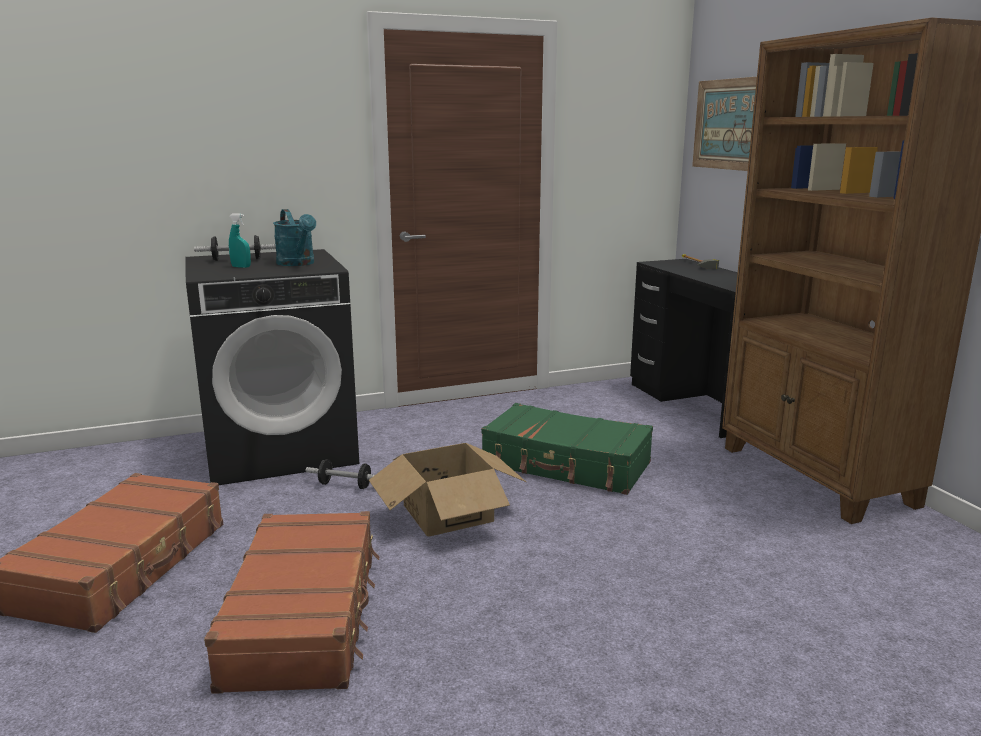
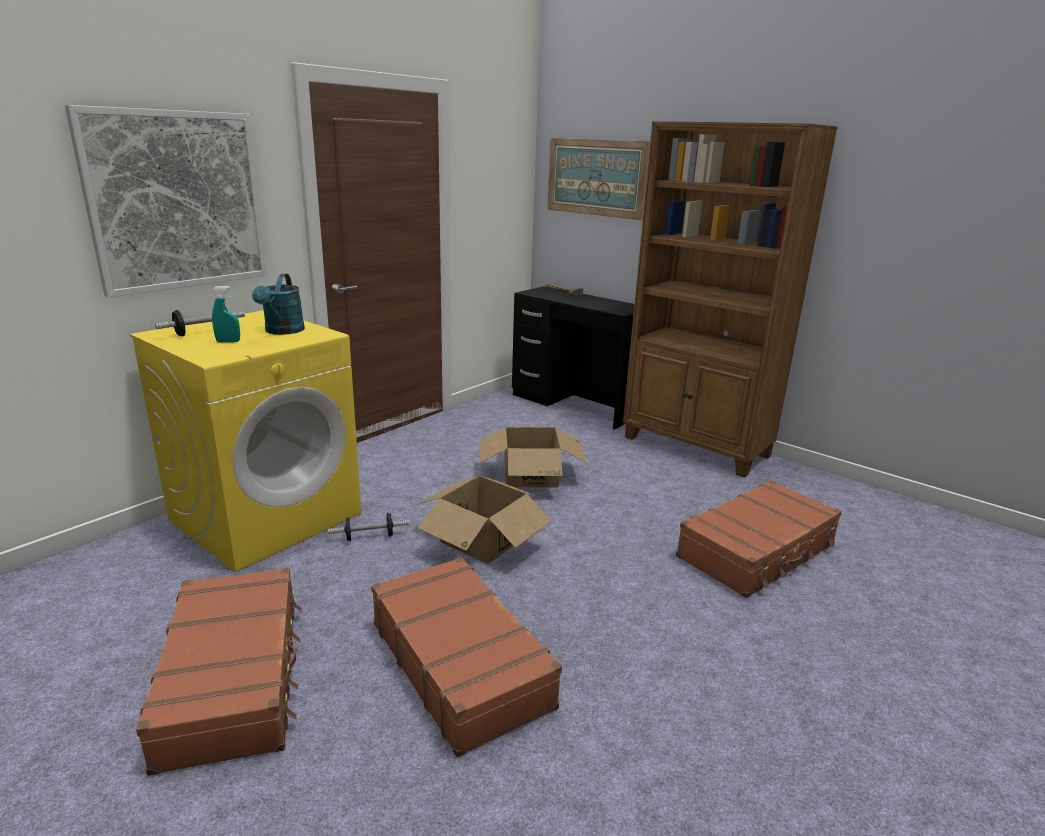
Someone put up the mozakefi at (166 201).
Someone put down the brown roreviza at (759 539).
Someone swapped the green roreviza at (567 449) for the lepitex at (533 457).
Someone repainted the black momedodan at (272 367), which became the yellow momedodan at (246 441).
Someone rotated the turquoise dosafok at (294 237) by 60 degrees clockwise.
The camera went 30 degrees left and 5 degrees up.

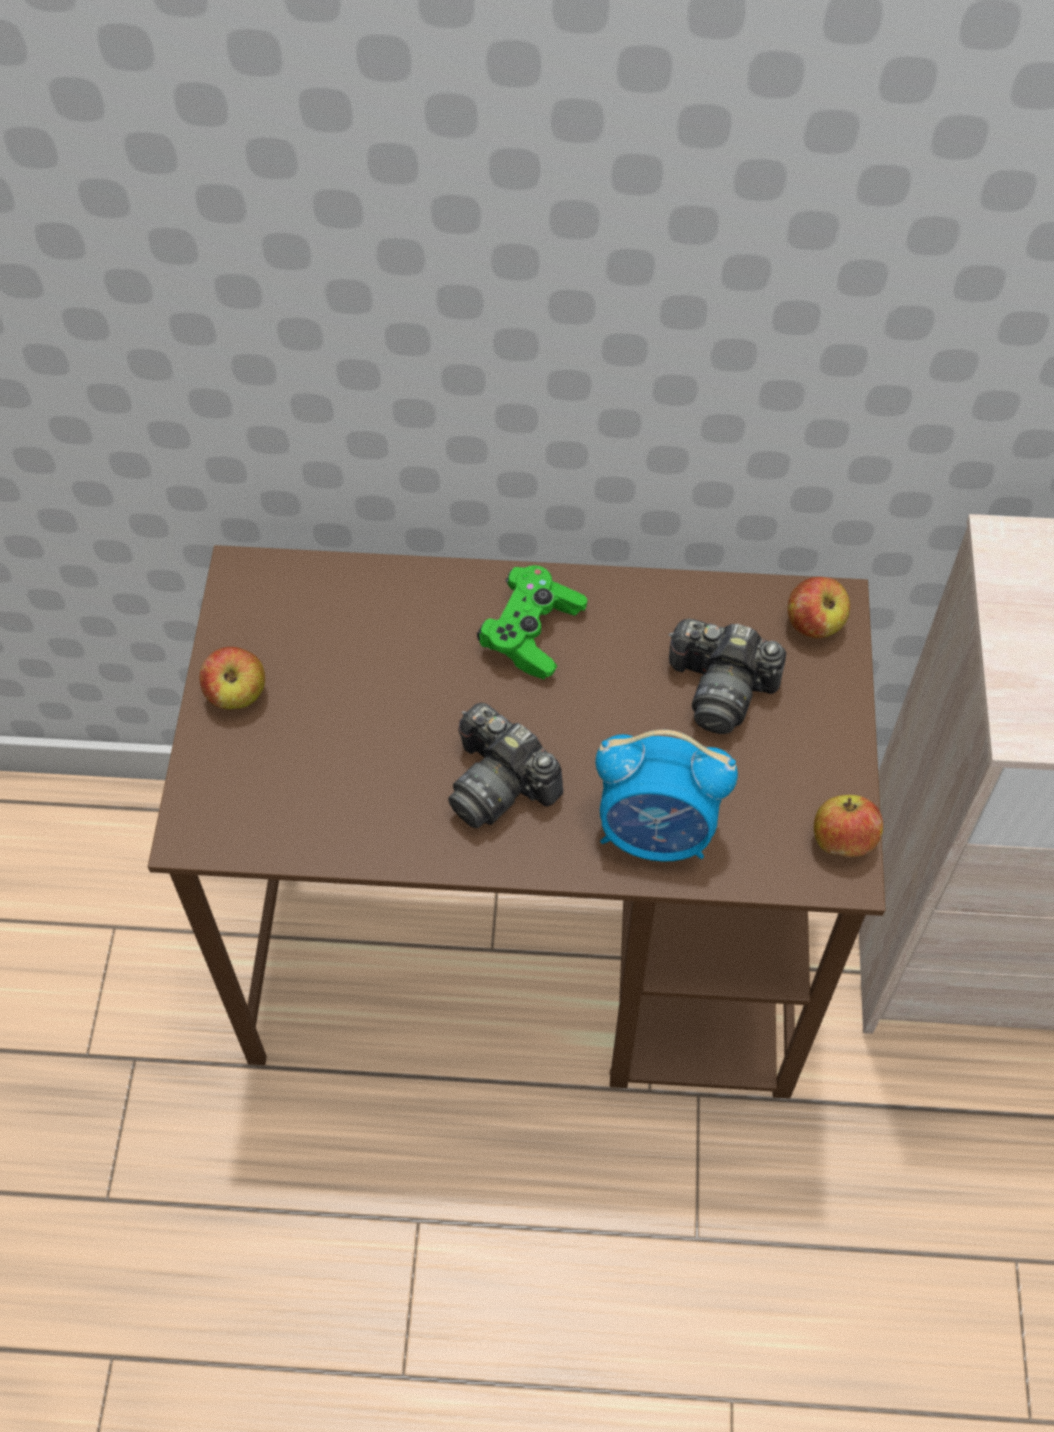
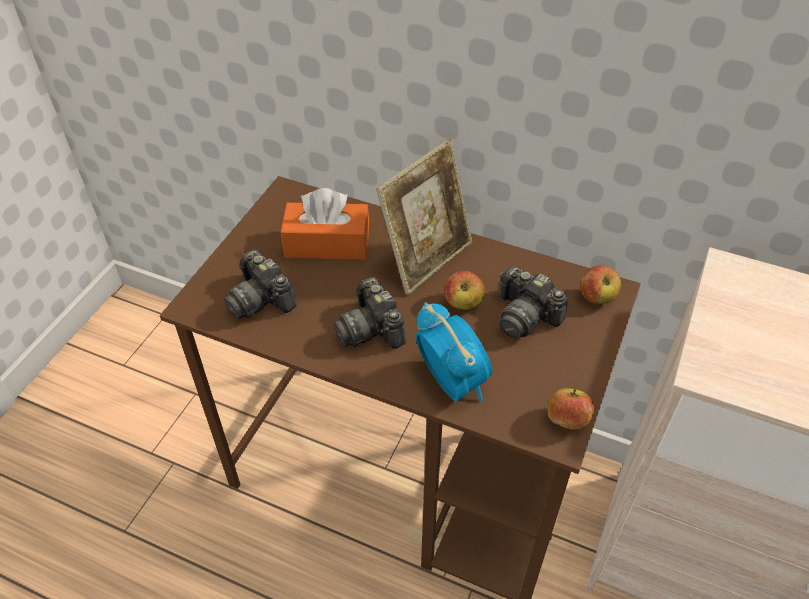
Someone put down the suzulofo at (260 284).
Someone put down the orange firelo at (325 223).
Someone carried the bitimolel from (232 678) to (464 290).
Someone swapped the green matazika at (532 622) for the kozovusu at (424 217).
Someone rotated the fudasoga at (666 796) by 150 degrees counterclockwise.
The camera went 20 degrees right and 10 degrees down.

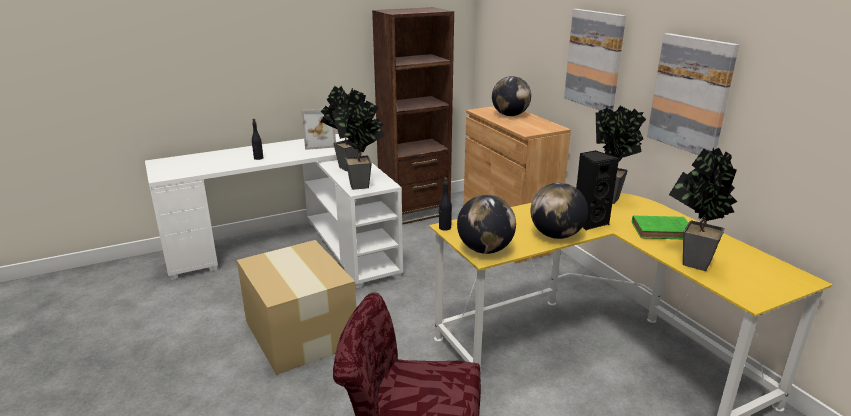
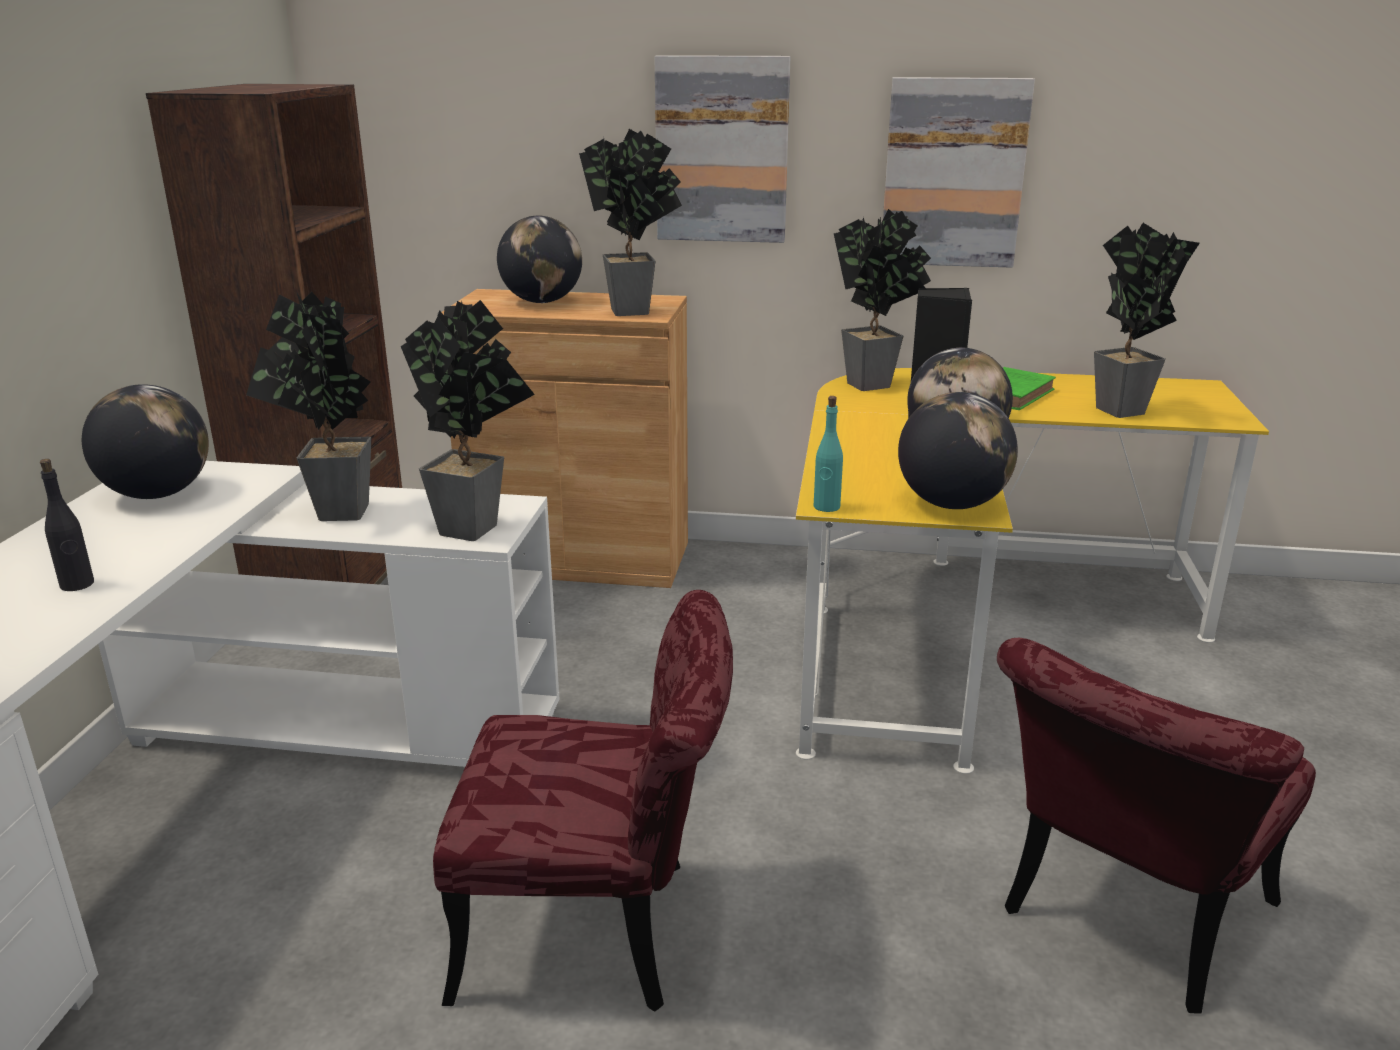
Someone put down the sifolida at (630 222).
Someone swapped the lepitex at (296 307) for the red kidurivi at (583 801).
Someone swapped the kozovusu at (319 129) for the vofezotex at (145 441).
Someone repainted the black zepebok at (445 204), which became the turquoise zepebok at (828 454).
The camera went 55 degrees left and 0 degrees up.

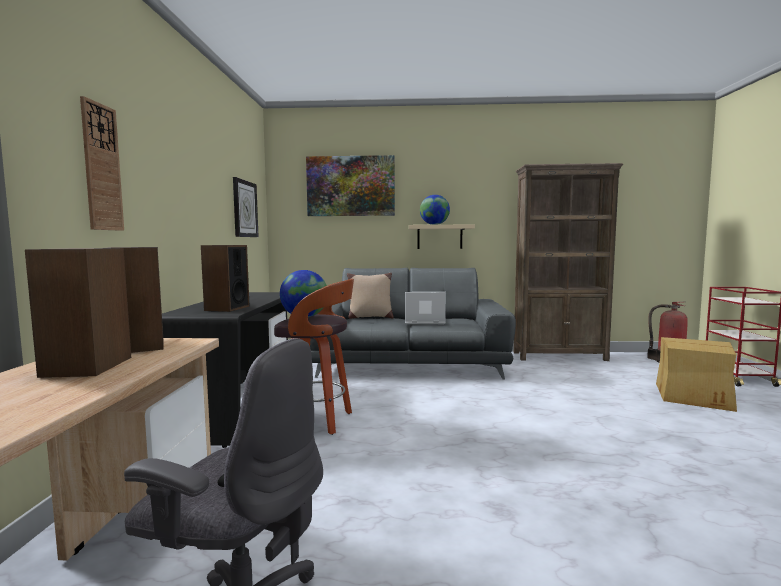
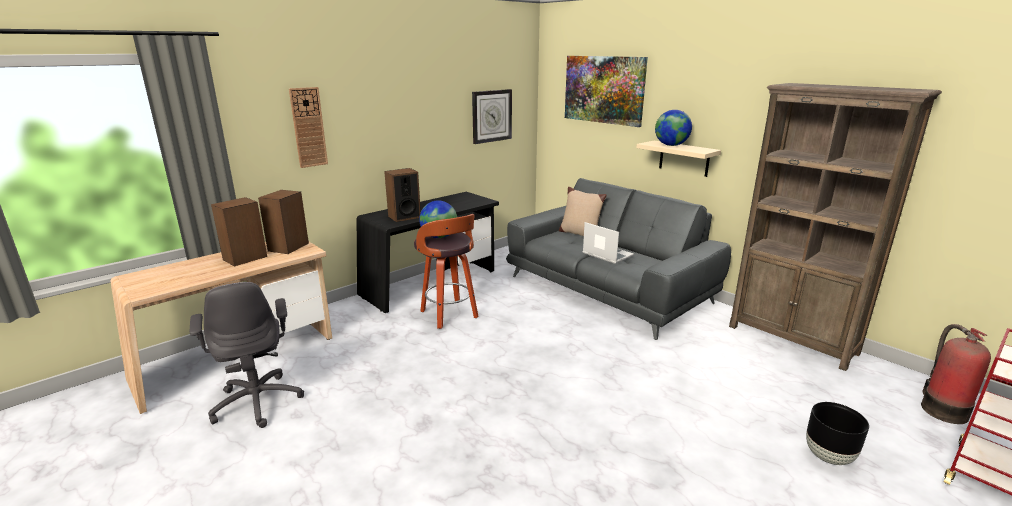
Someone swapped the lepitex at (696 374) for the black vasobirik at (837 433).
The camera went 45 degrees right and 15 degrees up.

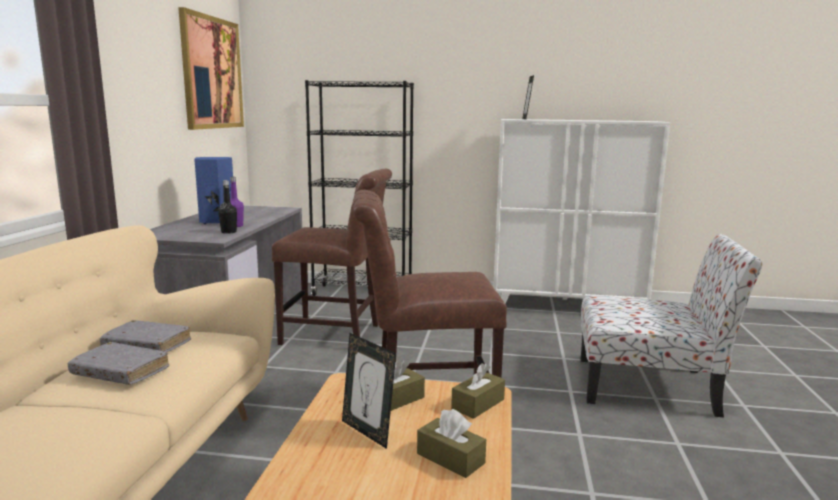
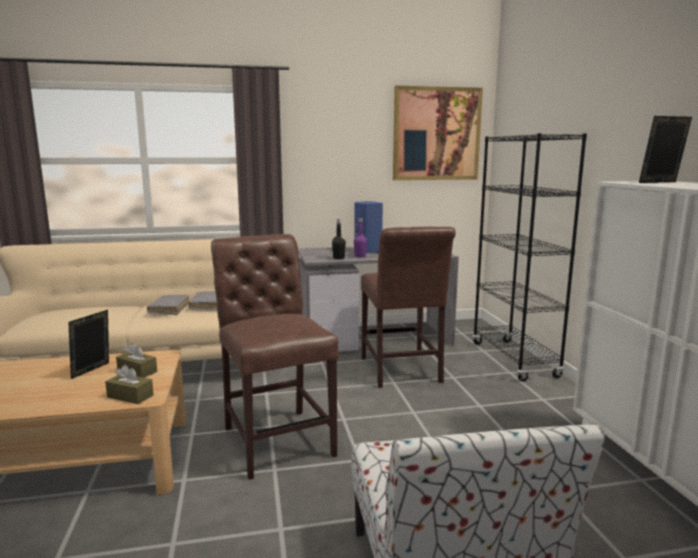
Someone took away the brown firelo at (451 443).
The camera went 70 degrees right and 0 degrees up.

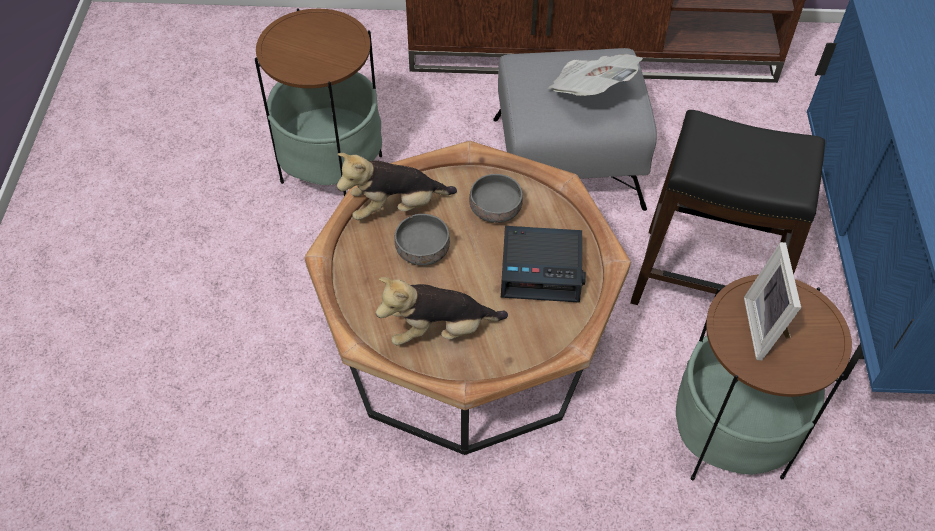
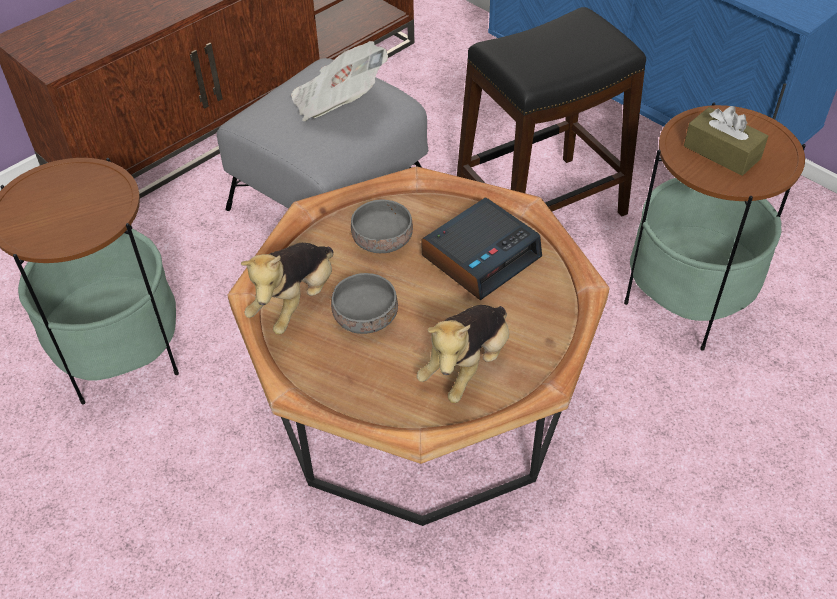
Someone swapped the kozovusu at (772 301) for the brown firelo at (726 141).
The camera went 45 degrees left and 5 degrees down.

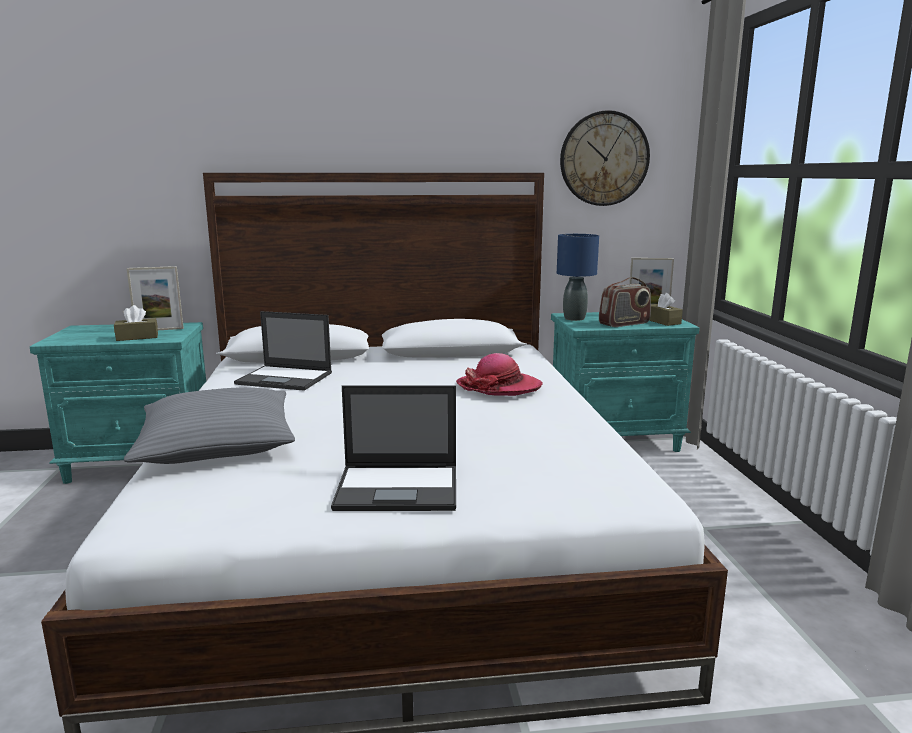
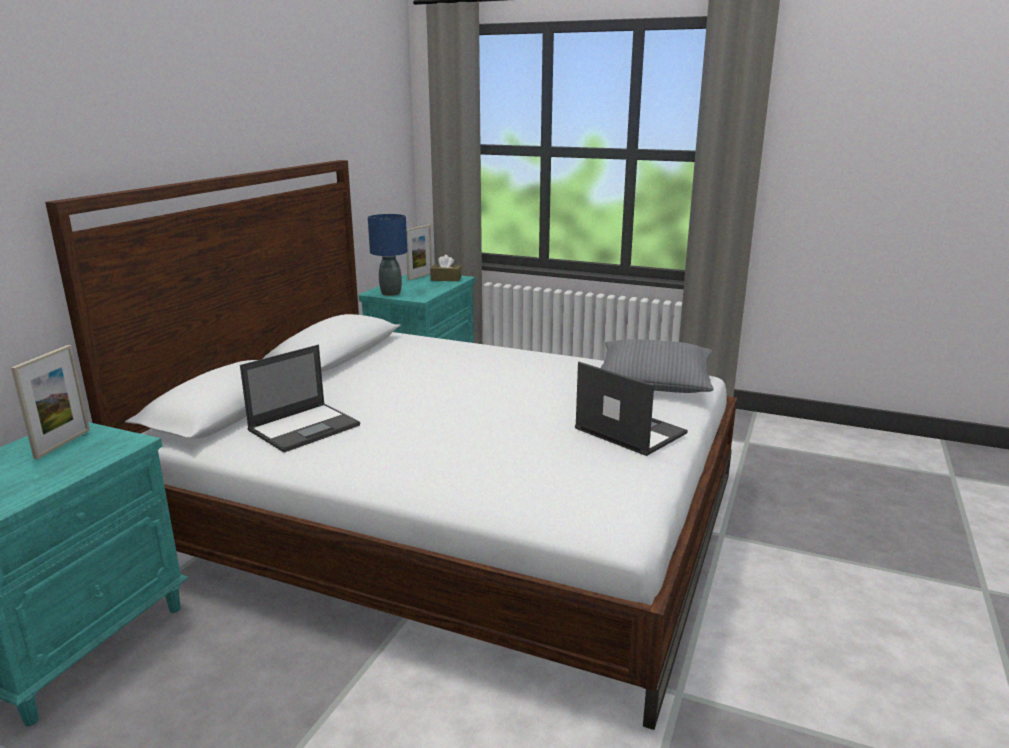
Someone took away the brown firelo at (136 323).
Someone took away the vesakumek at (499 374).
Someone took away the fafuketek at (605 158).
Someone took away the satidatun at (625 302).
Someone carried the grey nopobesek from (209 425) to (657 366).
Someone rotated the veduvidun at (393 448) by 75 degrees counterclockwise.
The camera went 60 degrees left and 5 degrees up.

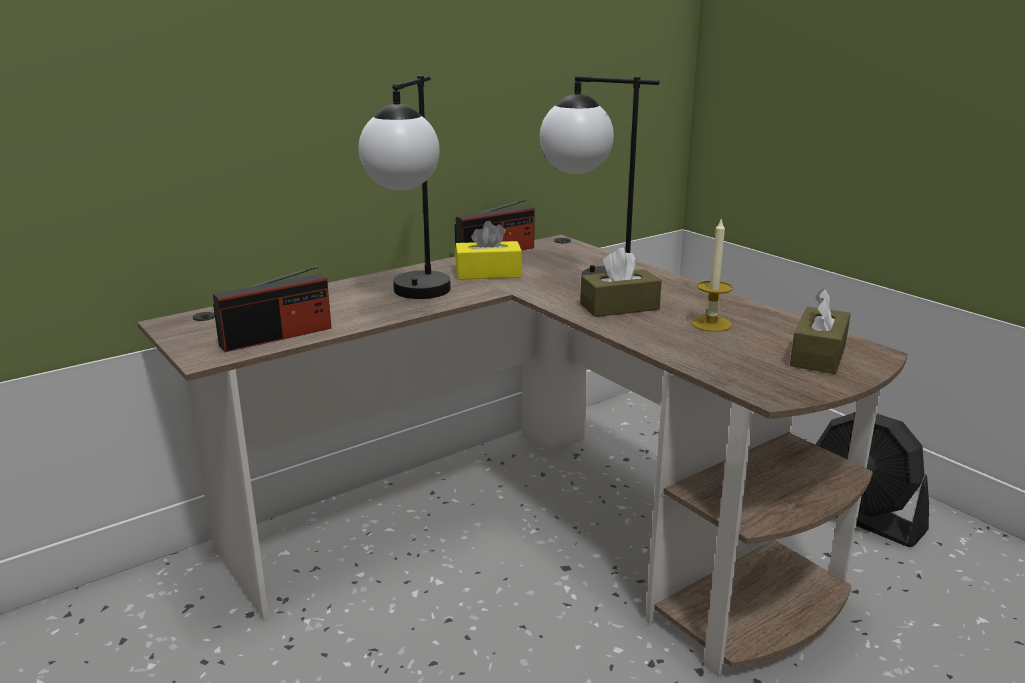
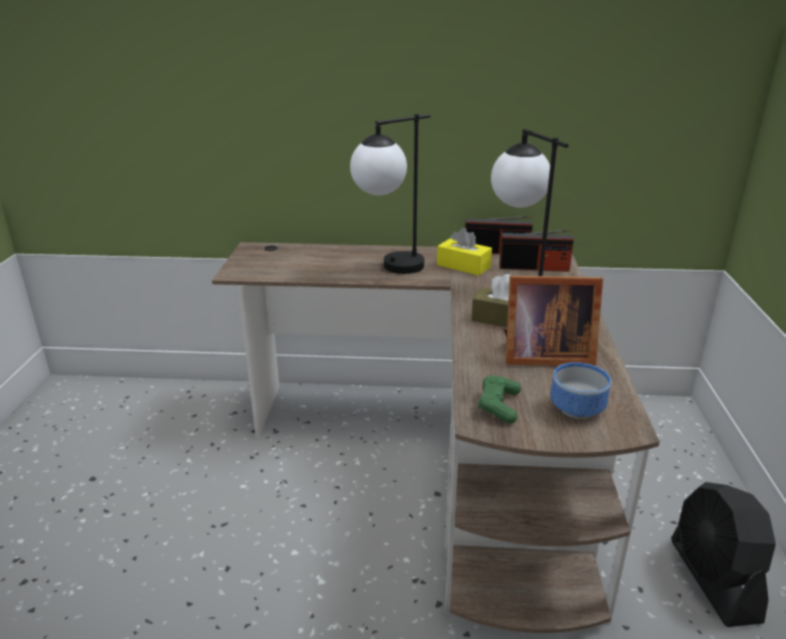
Someone put down the green matazika at (499 399).
Someone carried the satidatun from (272 309) to (536 251).
Someone swapped the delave at (712 274) for the kozovusu at (553 321).
Someone swapped the brown firelo at (820 331) for the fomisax at (580 390).
The camera went 40 degrees right and 5 degrees up.

